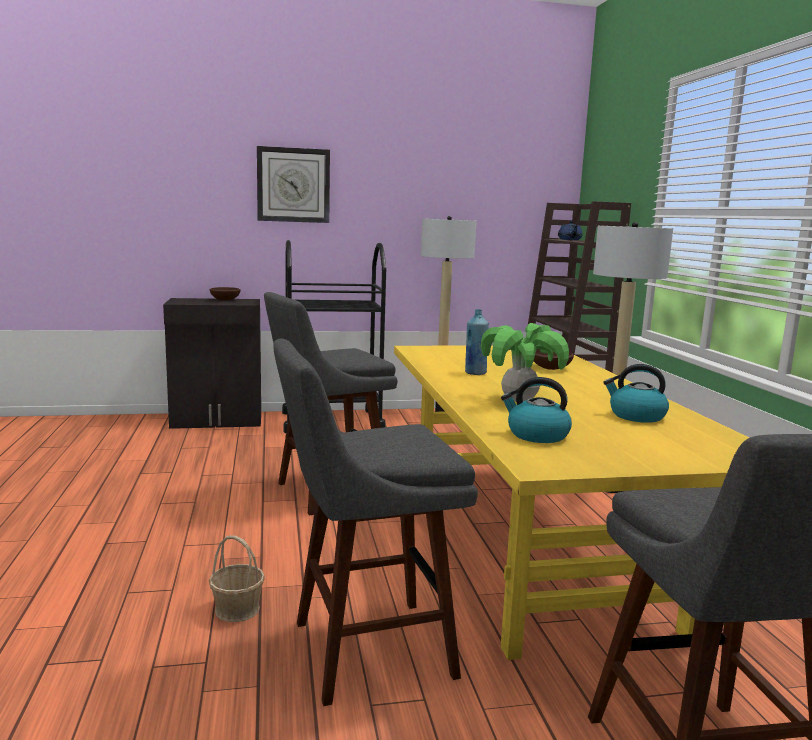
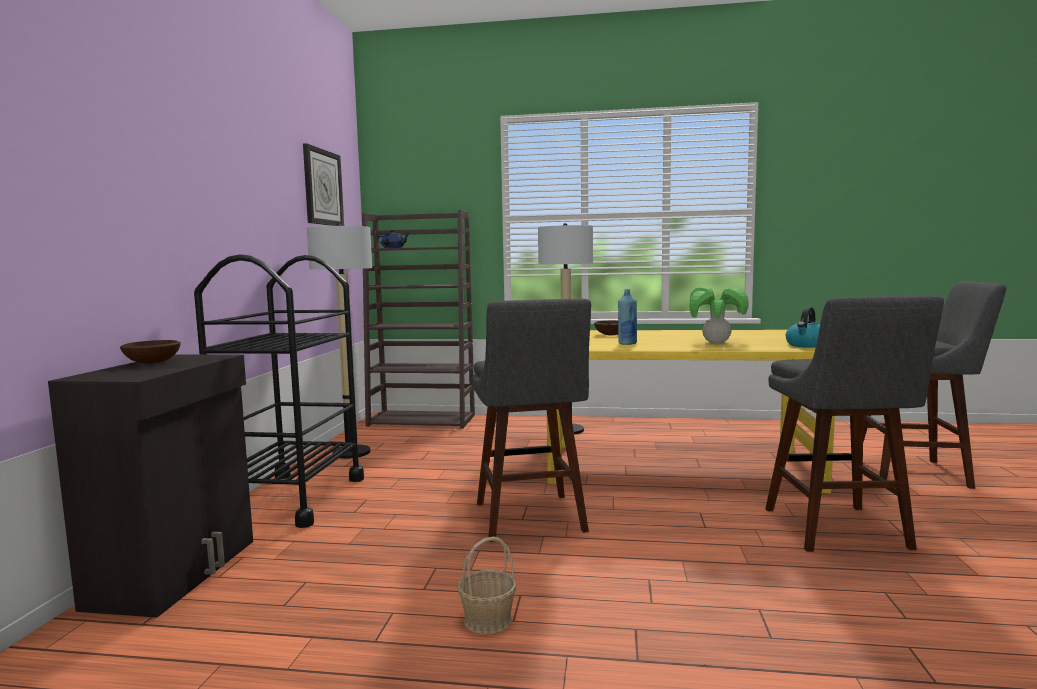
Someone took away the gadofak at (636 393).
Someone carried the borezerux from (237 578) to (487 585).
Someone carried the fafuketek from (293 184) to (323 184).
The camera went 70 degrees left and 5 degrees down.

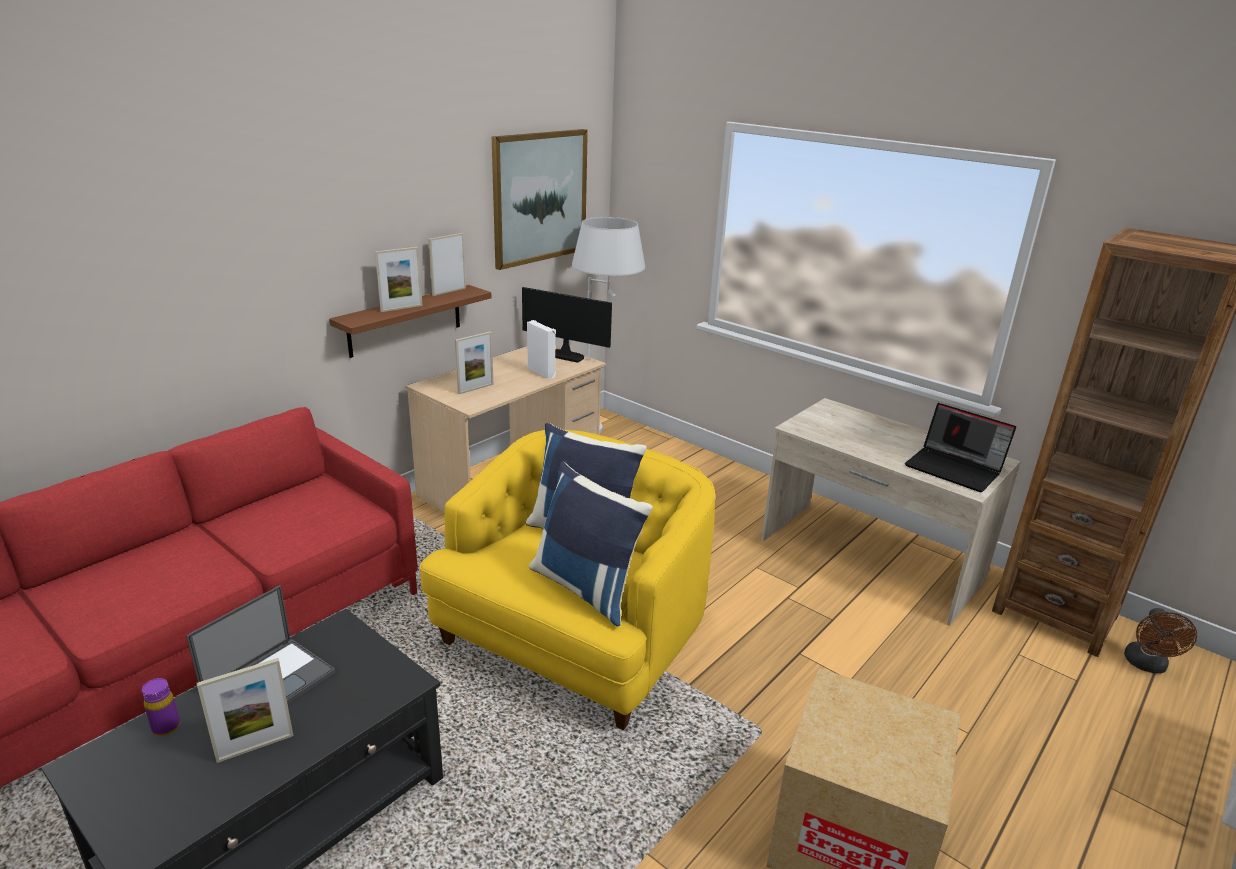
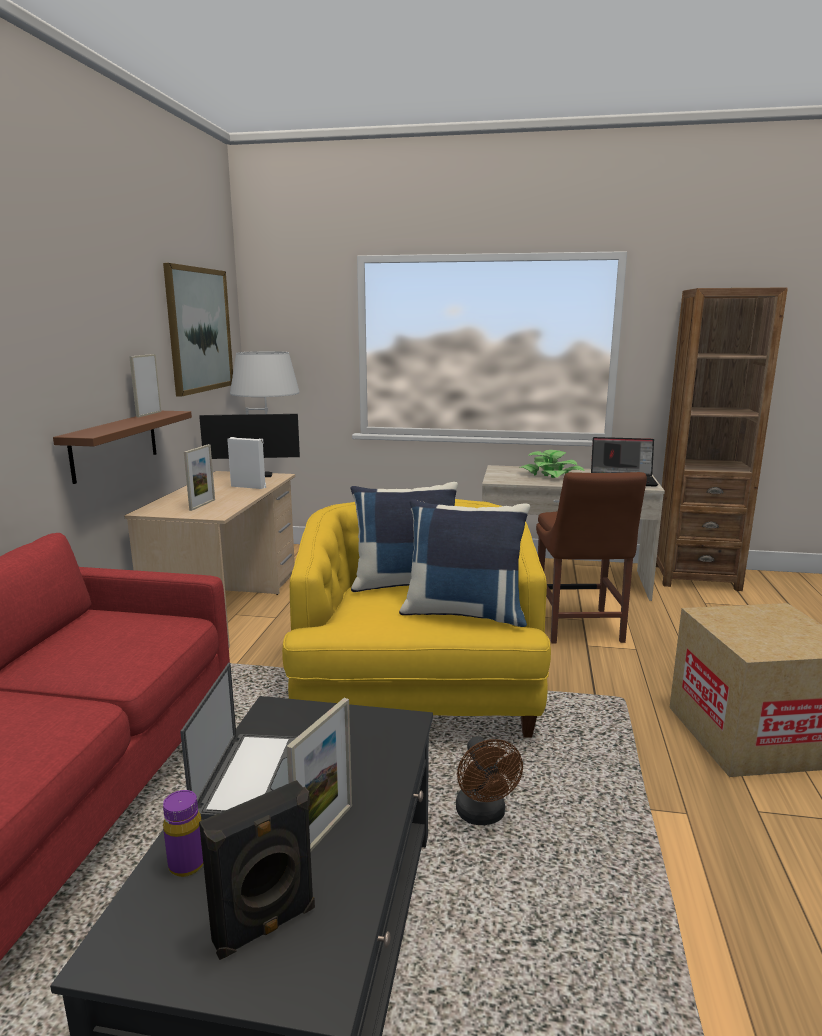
Someone took away the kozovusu at (399 279).
Someone put down the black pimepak at (257 870).
Someone put down the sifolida at (552 464).
Someone put down the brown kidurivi at (591 558).
Someone carried the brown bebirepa from (1160 640) to (489 780).
The camera went 30 degrees left and 10 degrees down.

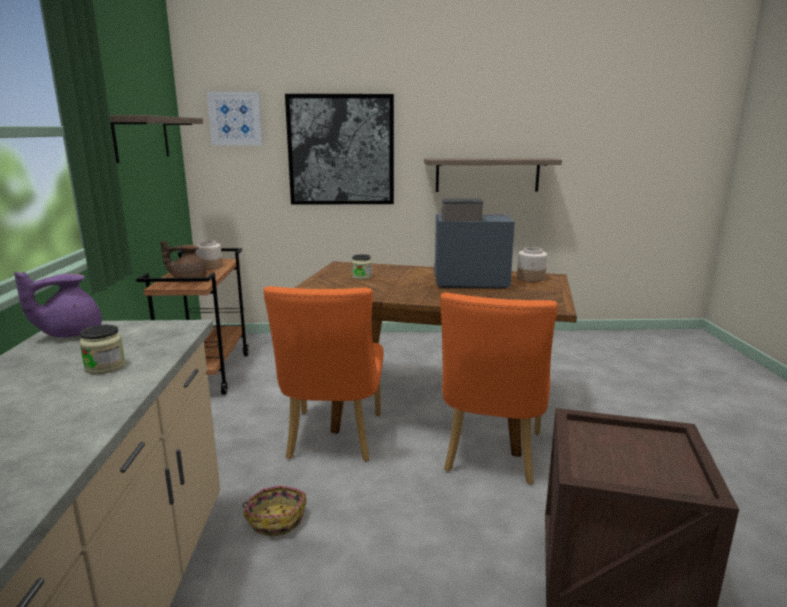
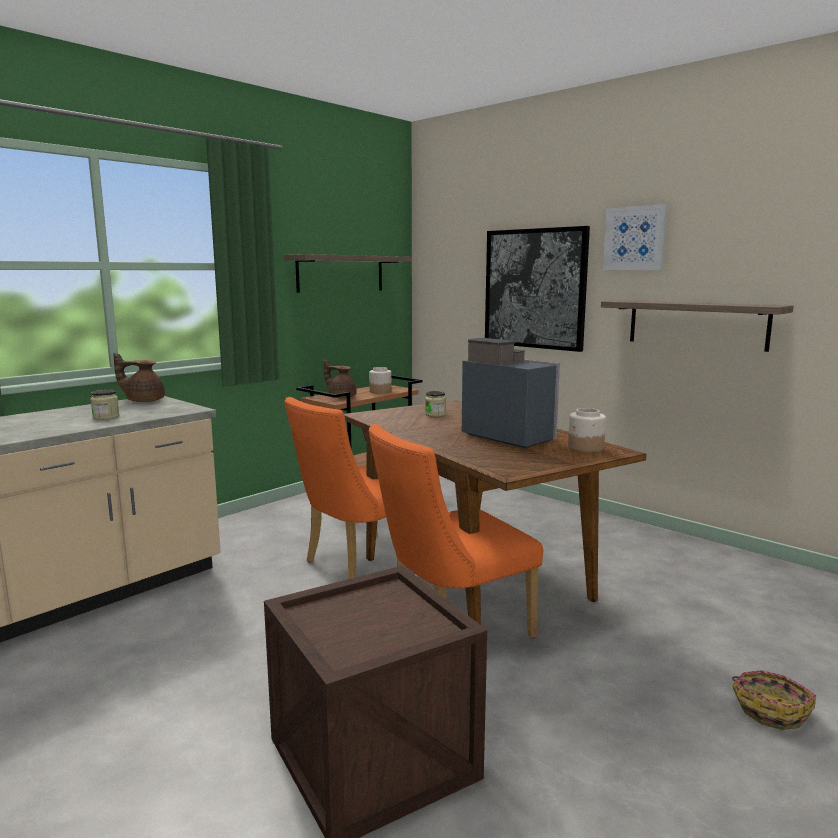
Someone carried the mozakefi from (235 118) to (635 237).
Someone carried the borezerux from (274 511) to (774 700).
Someone repainted the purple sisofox at (58 304), which became the brown sisofox at (139 377).
The camera went 45 degrees right and 5 degrees down.

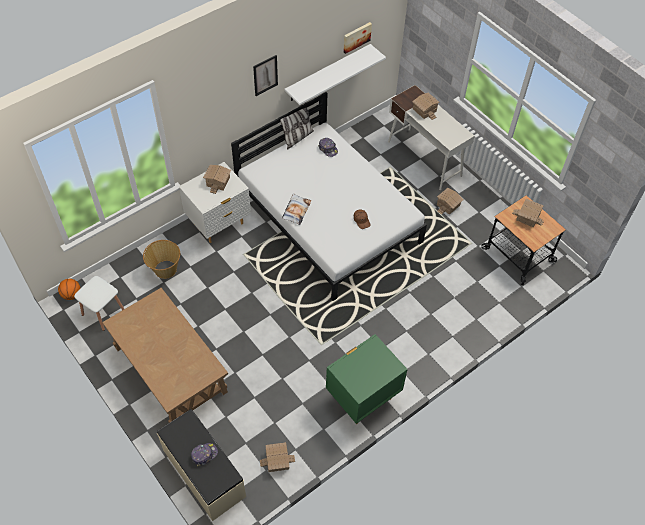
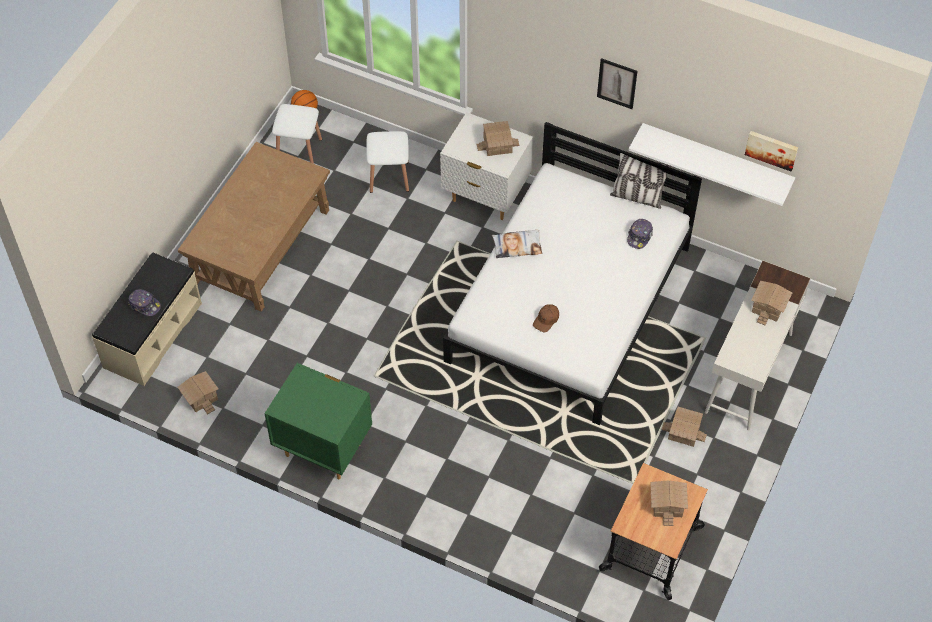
Someone swapped the borezerux at (161 259) for the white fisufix at (387 162).
The camera went 65 degrees right and 0 degrees up.

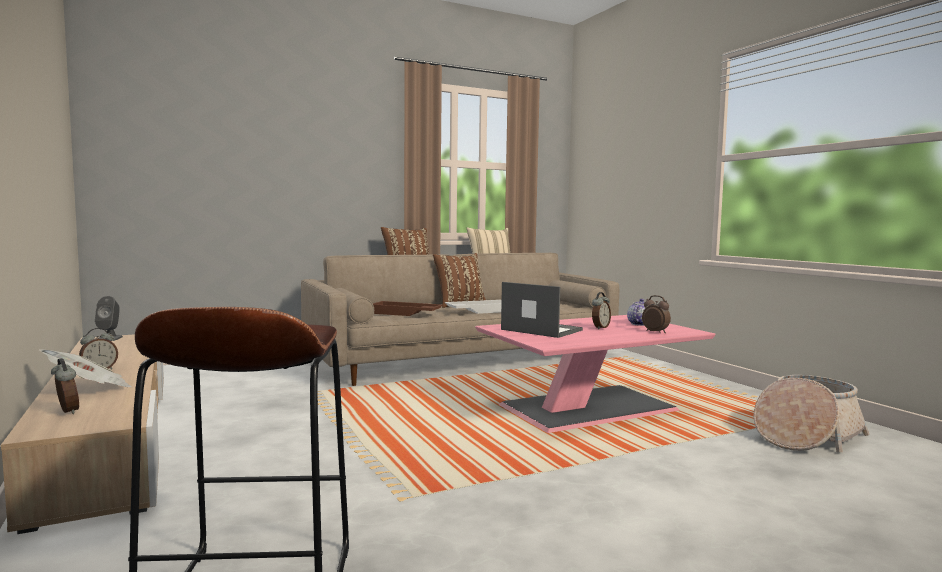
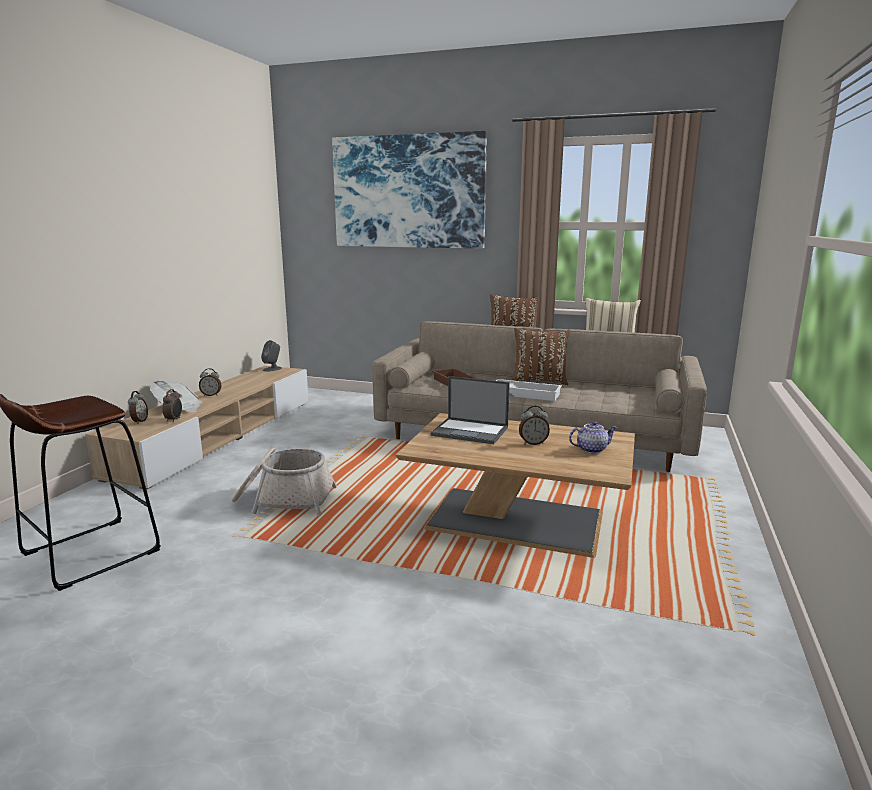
Someone put up the mozakefi at (409 189).
Someone carried the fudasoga from (656 314) to (172 405).
Someone carried the borezerux from (811 413) to (284 482).
Someone repainted the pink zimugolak at (595 374), which became the brown zimugolak at (515 485).
Someone rotated the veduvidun at (542 310) by 120 degrees clockwise.
The camera went 45 degrees right and 10 degrees up.

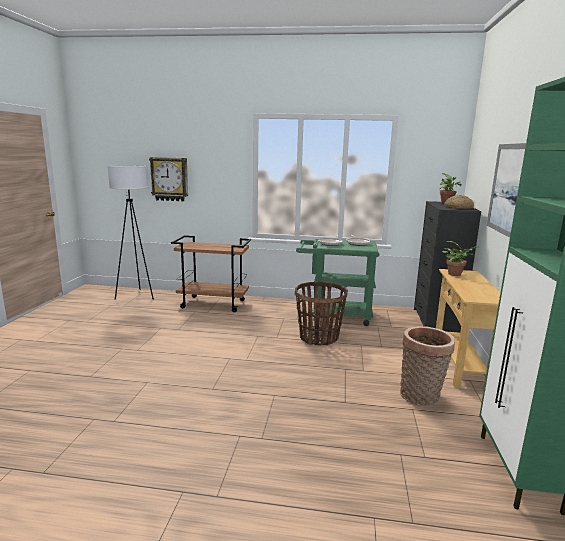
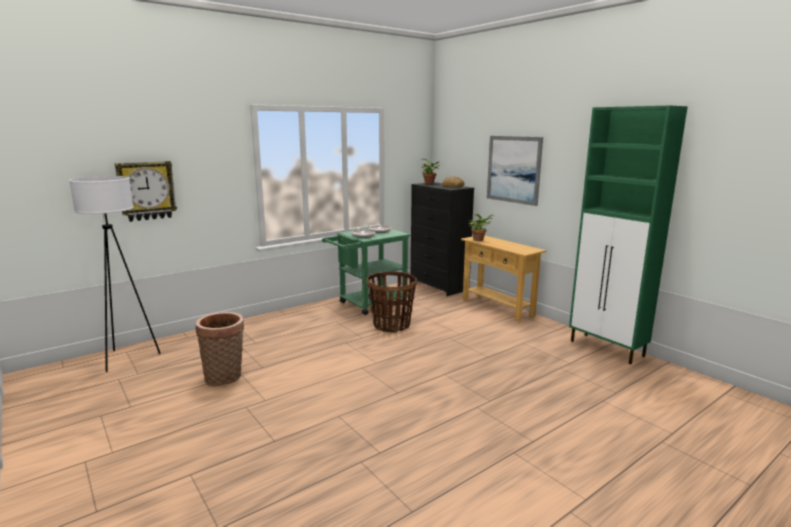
Someone took away the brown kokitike at (211 273).
Someone carried the borezerux from (427 366) to (220 349).
The camera went 45 degrees left and 0 degrees up.

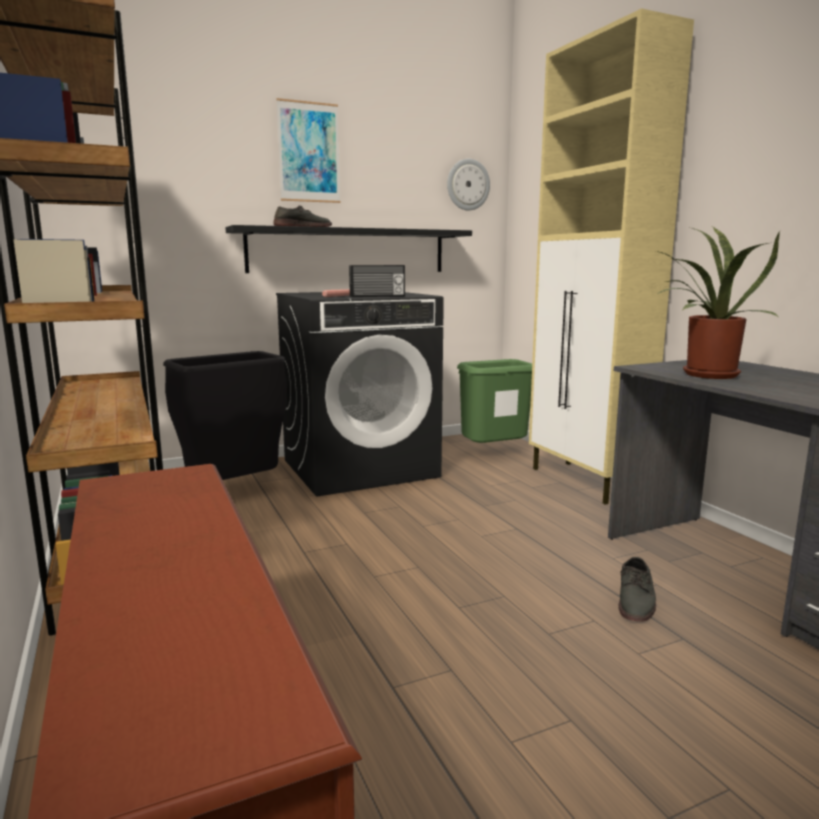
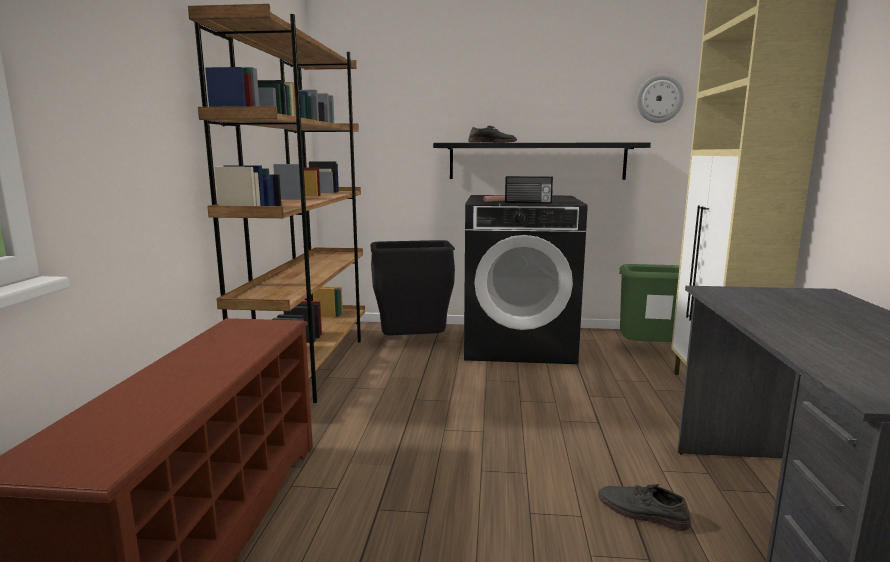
Someone took away the mozakefi at (308 150).
Someone took away the sifolida at (717 303).
Someone rotated the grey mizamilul at (637 589) by 75 degrees clockwise.
The camera went 30 degrees right and 0 degrees up.

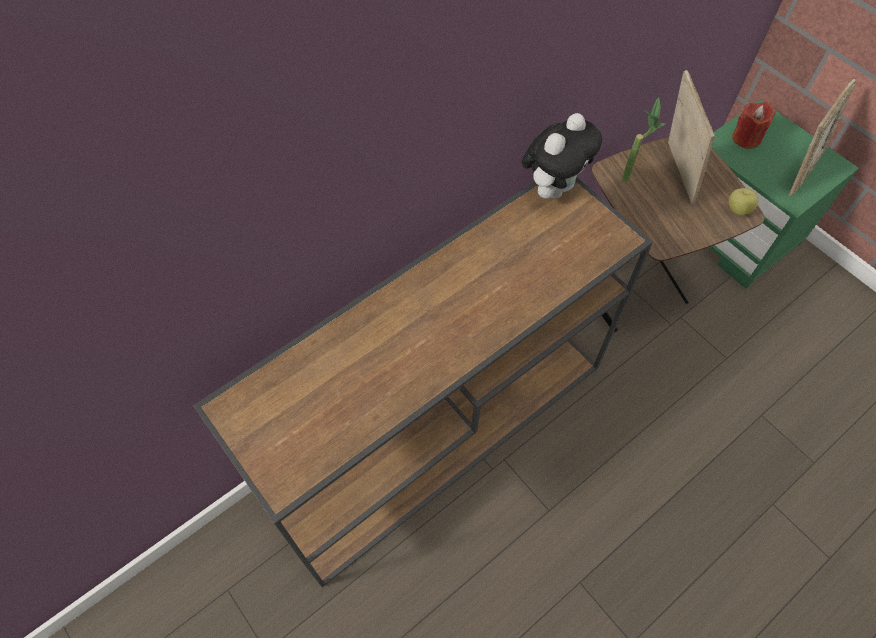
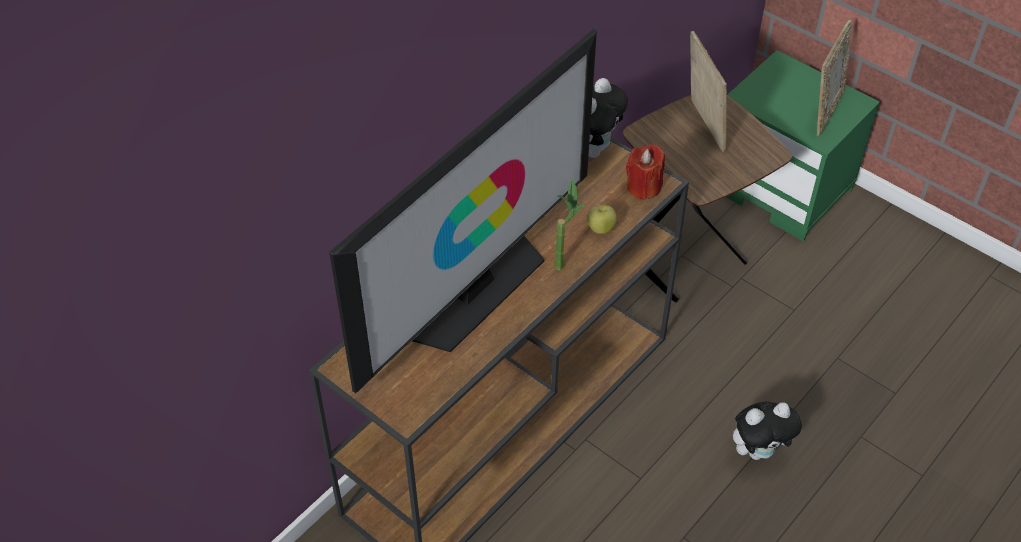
Someone put down the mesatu at (463 211).
Someone put down the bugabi at (767 431).
Someone carried the sifolida from (644 139) to (570 224).
Someone carried the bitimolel from (743 201) to (602 219).
Someone carried the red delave from (754 125) to (645 172).
The camera went 10 degrees left and 10 degrees down.

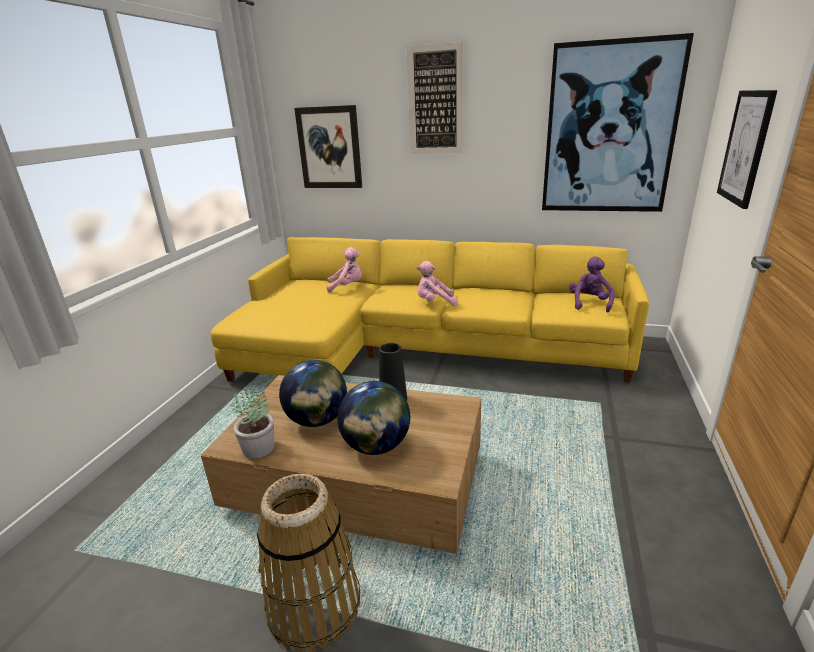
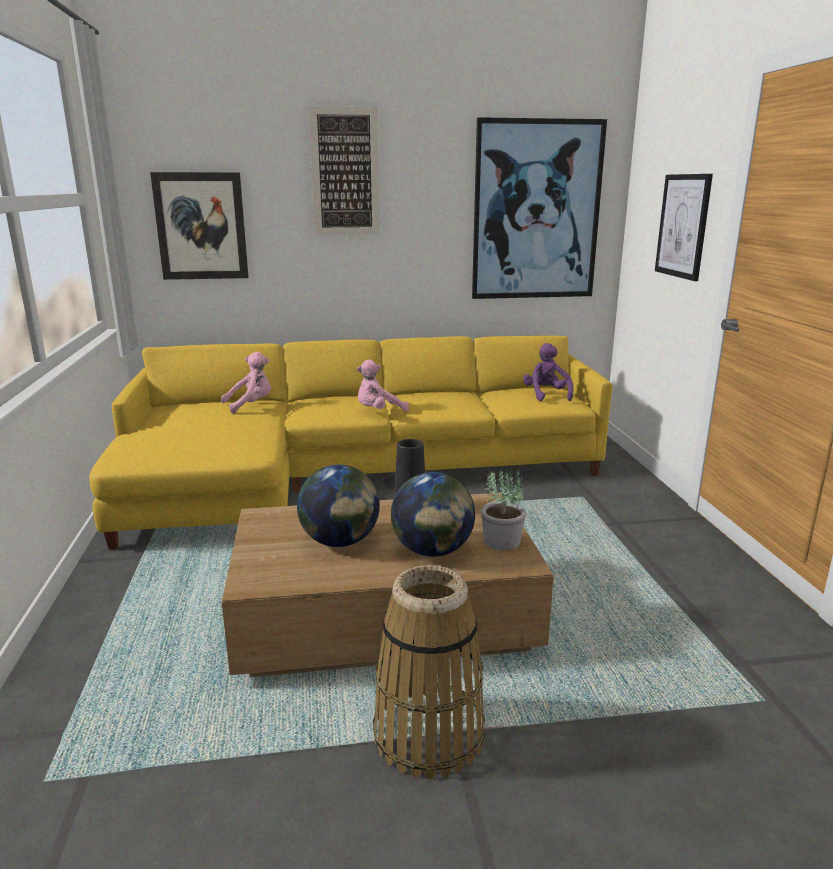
Someone carried the sifolida from (253 423) to (503 509).
The camera went 25 degrees left and 5 degrees down.

